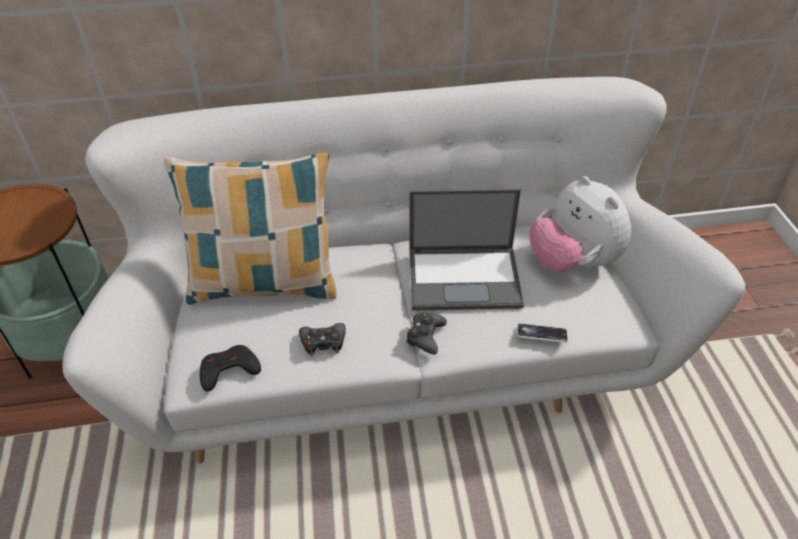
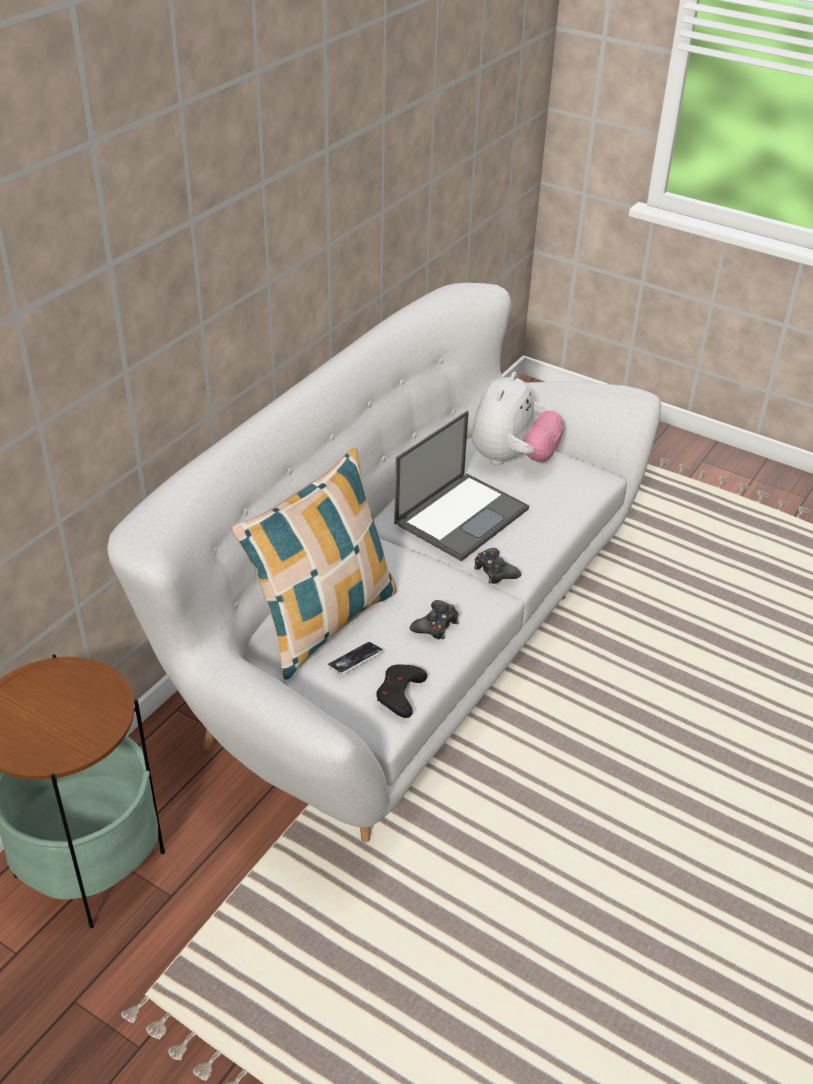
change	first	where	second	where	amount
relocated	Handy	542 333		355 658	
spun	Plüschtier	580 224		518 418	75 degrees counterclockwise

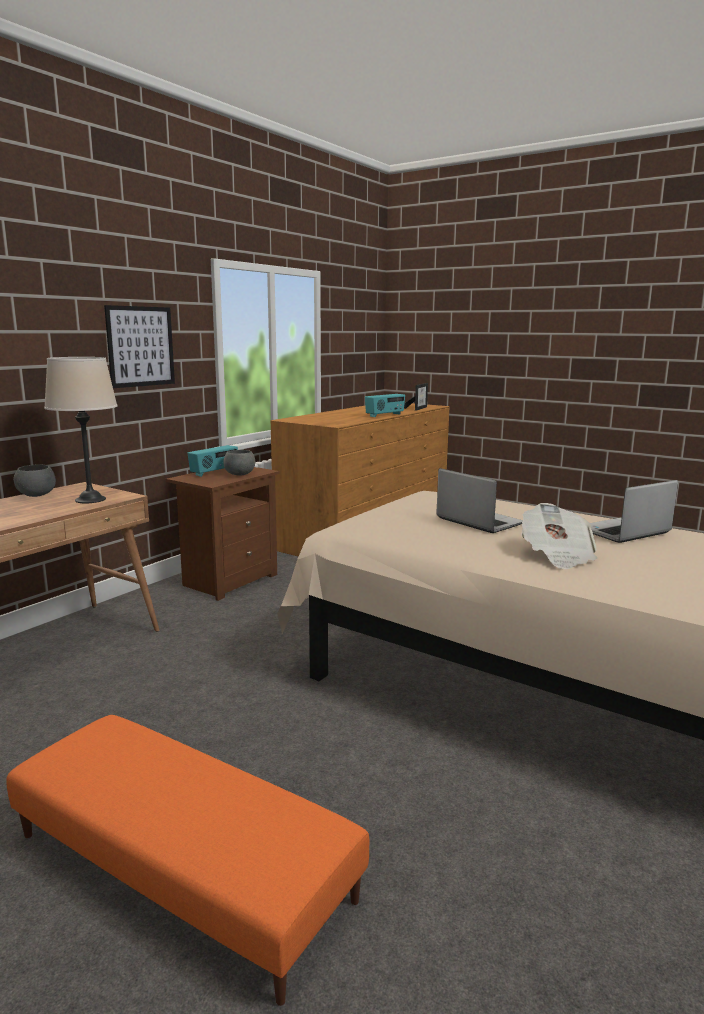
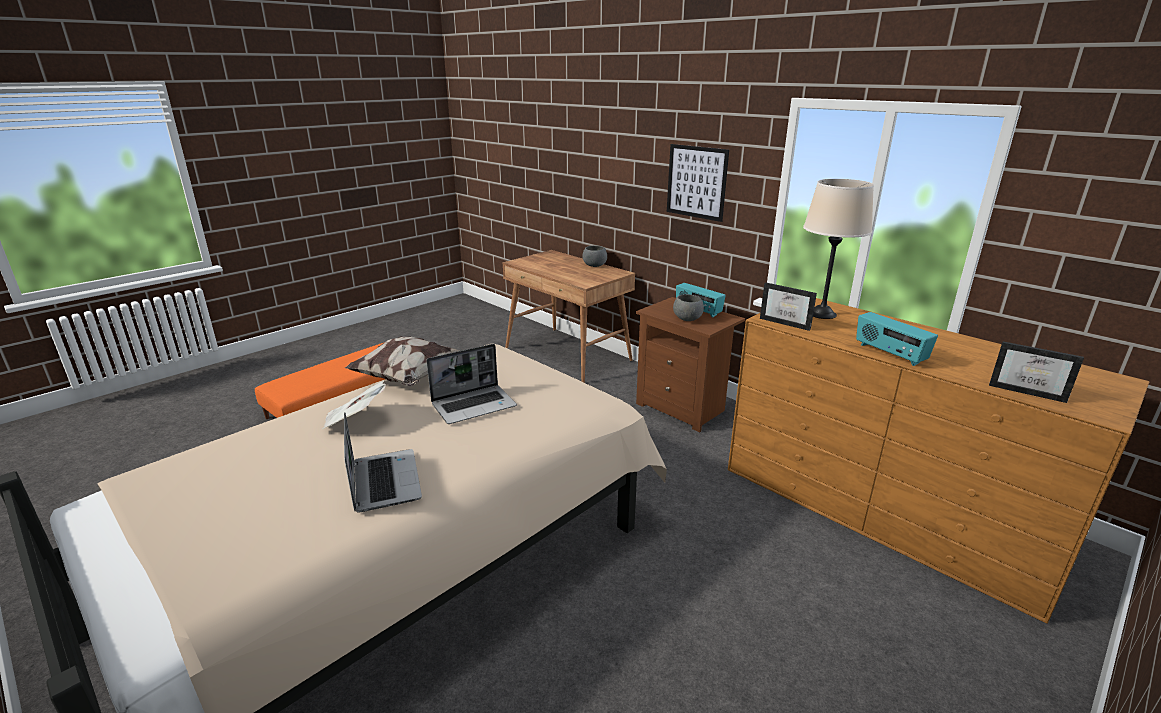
change	first	where	second	where	amount
appeared			Kissen	402 361	
appeared			Bilderrahmen	788 306	
relocated	Tischlampe/beige	81 430		838 249	

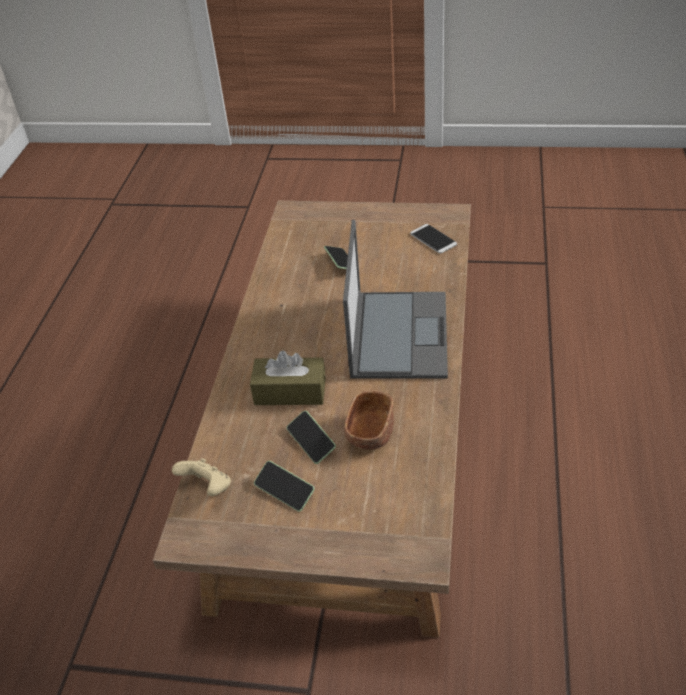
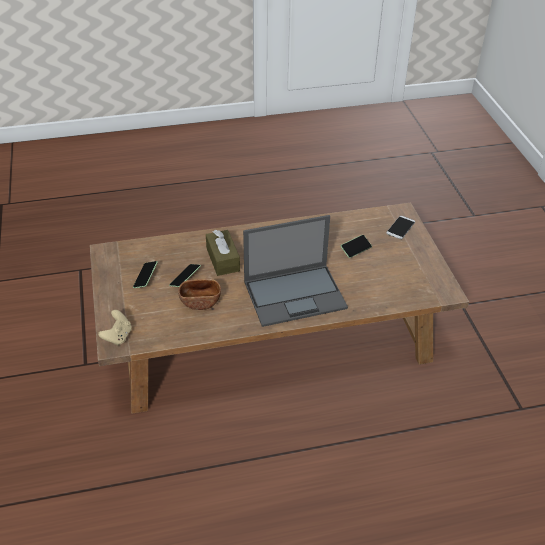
change	first	where	second	where	amount
relocated	Gamepad/beige	201 477		115 328	
relocated	Handy	433 239		400 227	

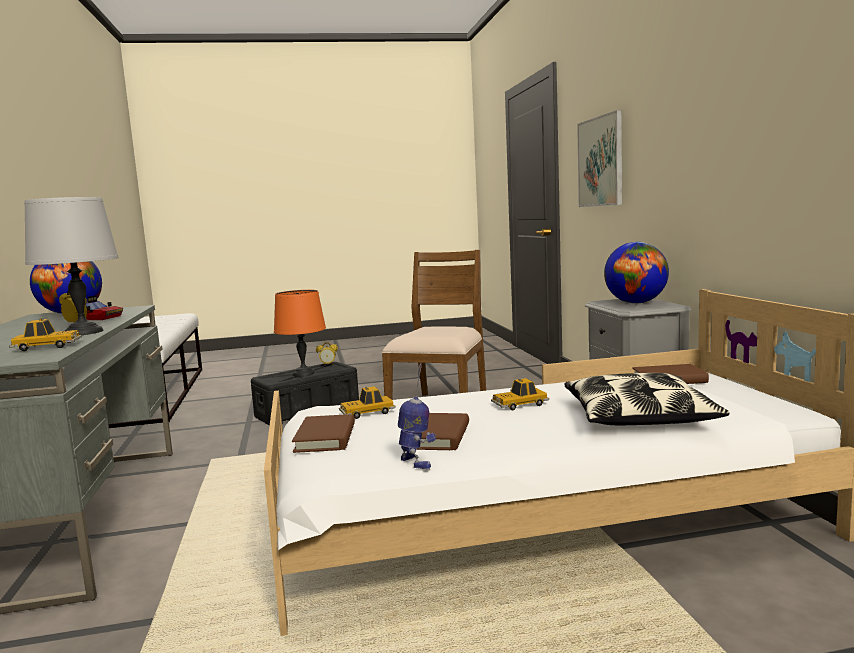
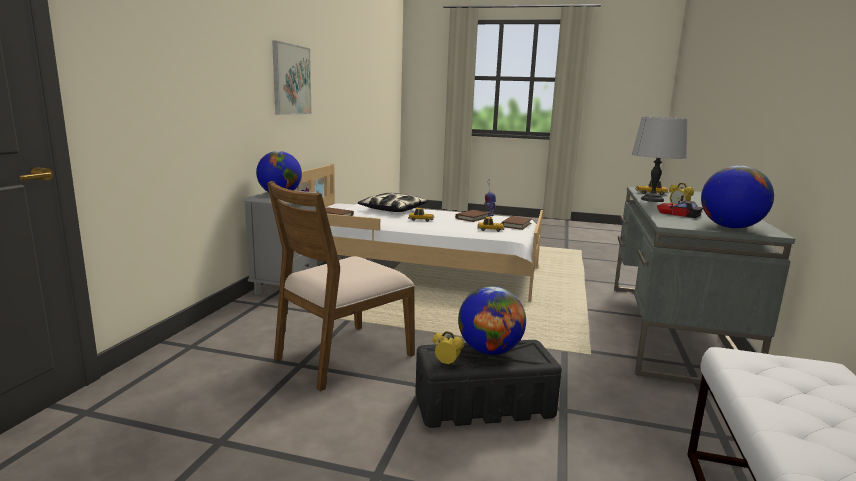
change	first	where	second	where	amount
relocated	Bild	599 158		292 77	
exchanged	Tischlampe/orange	300 333	Globus	492 320	

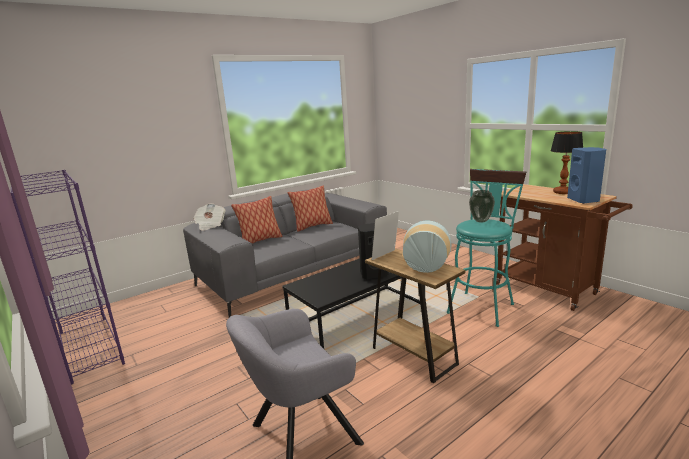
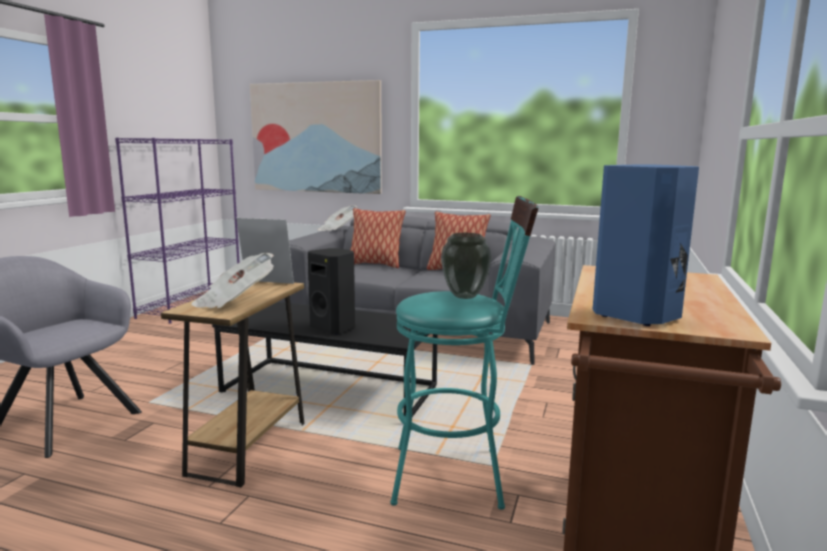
change	first	where	second	where	amount
missing	Tischlampe	566 162			
appeared			Bild	316 137	
exchanged	Vase	427 247	Zeitung	233 280	

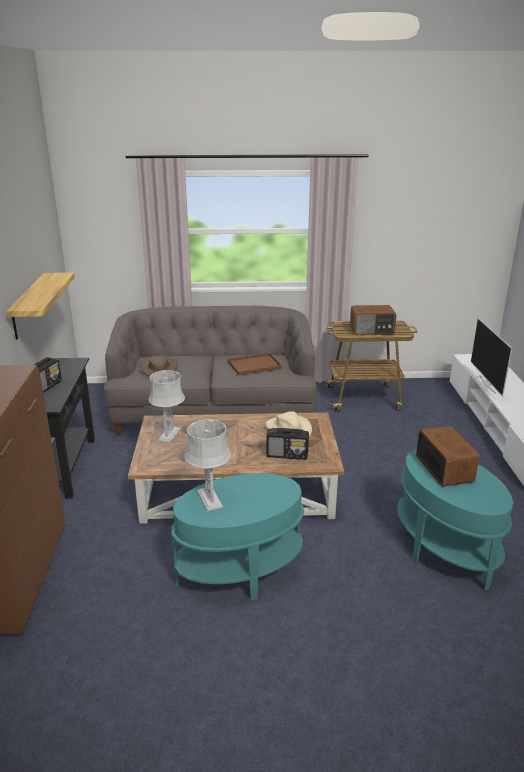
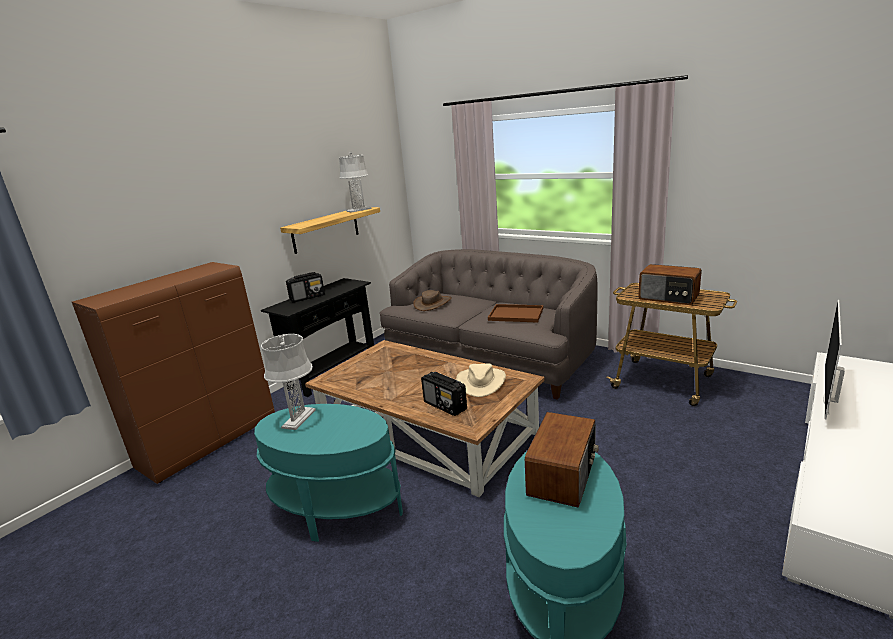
change	first	where	second	where	amount
relocated	Tischlampe/grau	167 406		355 182	

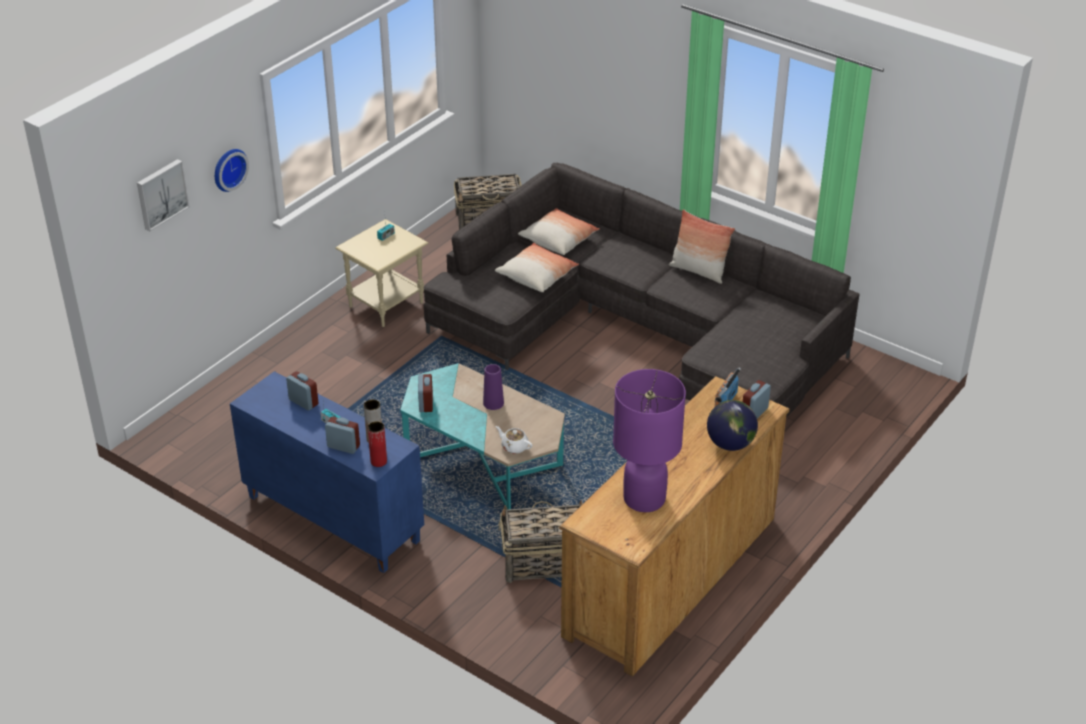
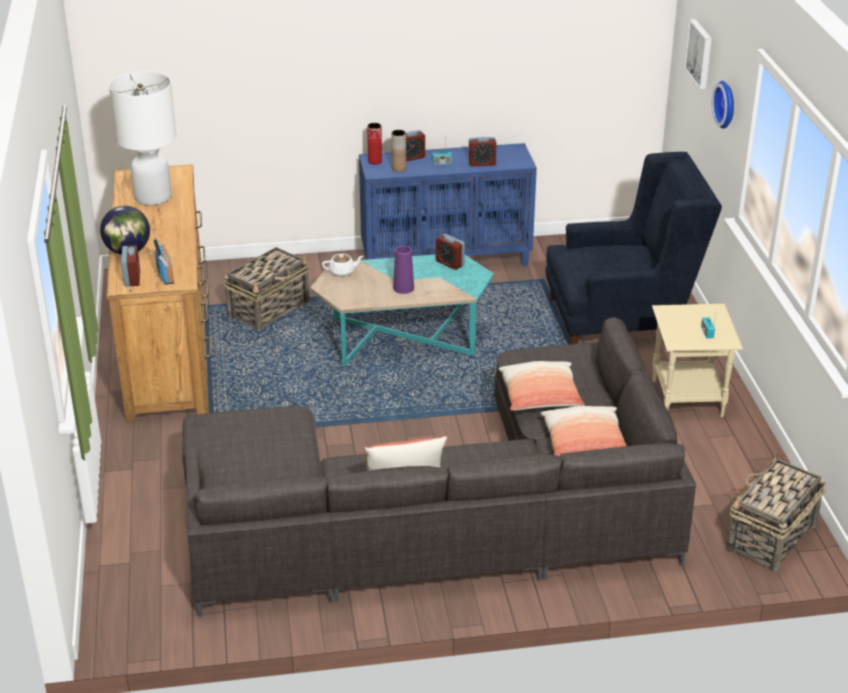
change	first	where	second	where	amount
appeared			Sessel/blau	634 248	
colour	Tischlampe/lila	649 440	Tischlampe/weiß	143 138	

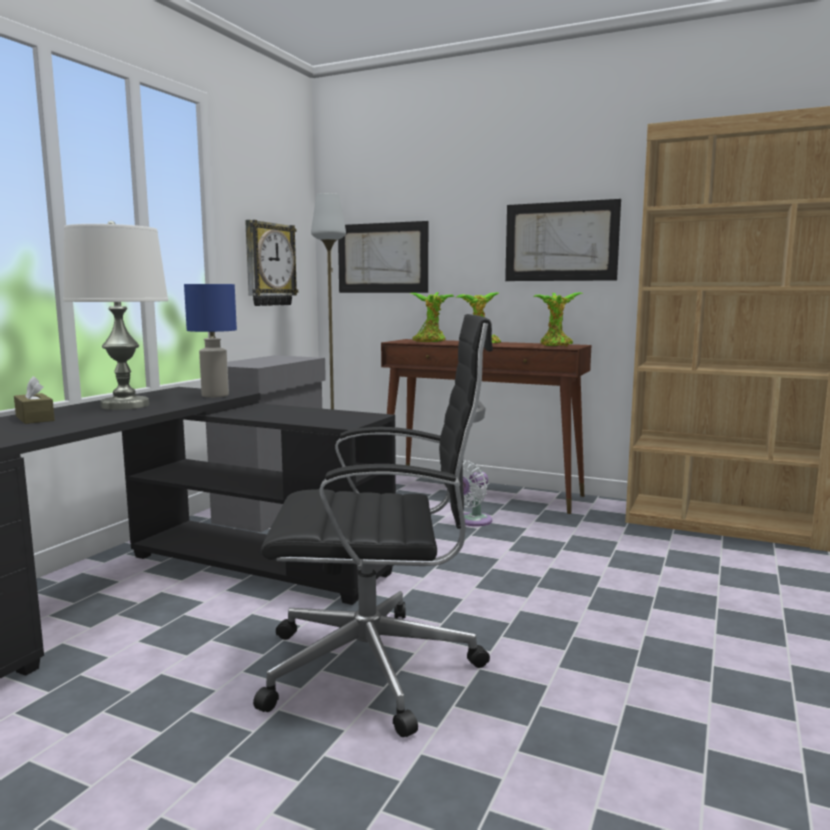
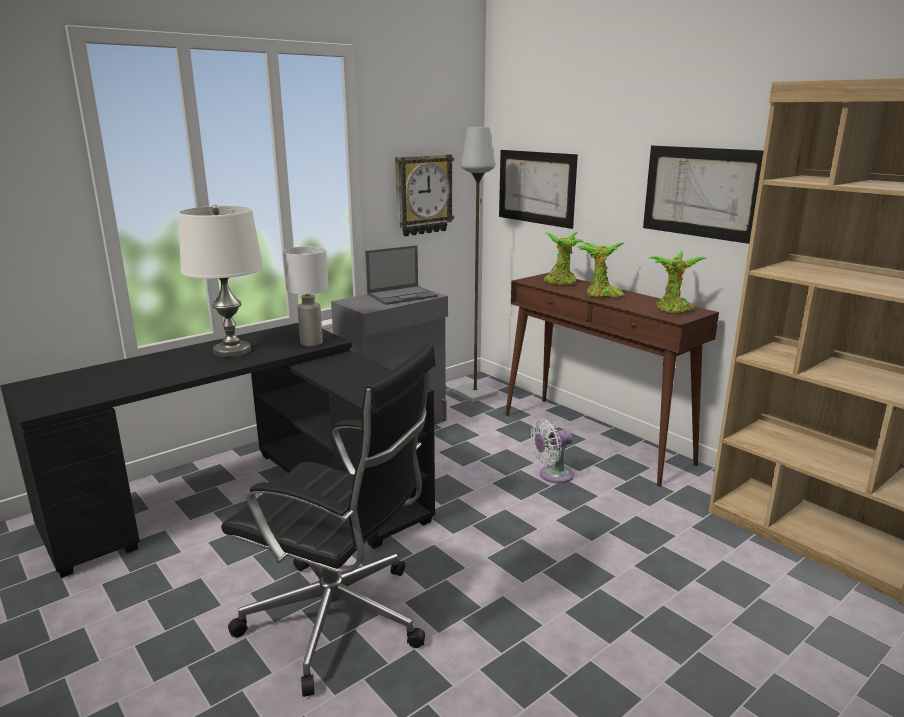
change	first	where	second	where	amount
missing	Taschentuchbox/braun	34 400			
appeared			Laptop	401 275	
colour	Tischlampe/blau	210 341	Tischlampe/weiß	306 296	

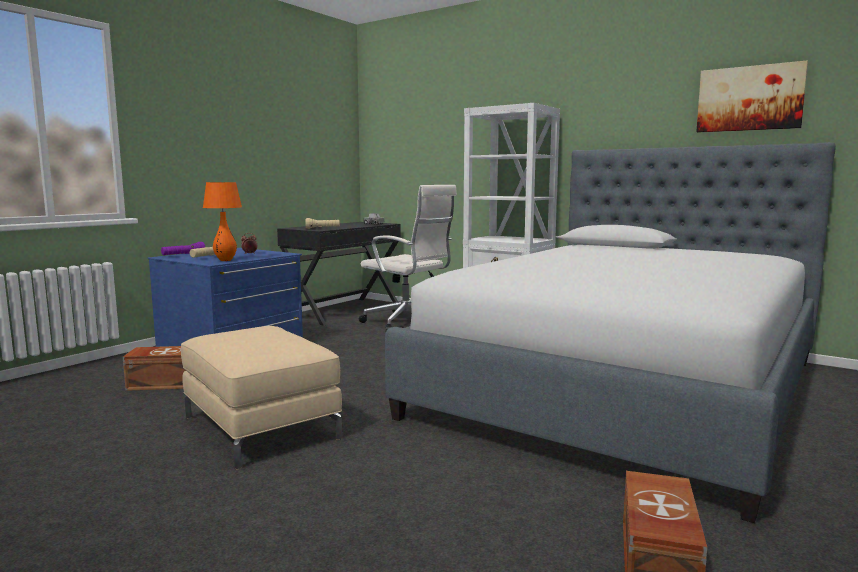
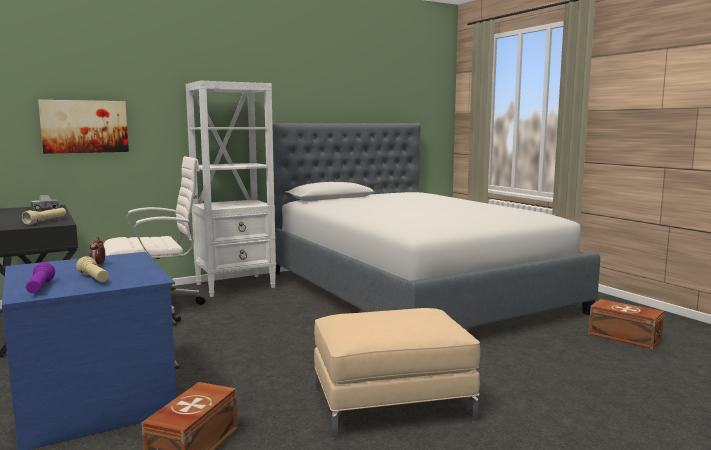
change	first	where	second	where	amount
missing	Tischlampe/orange	222 221			
relocated	Bild	752 96		83 127	

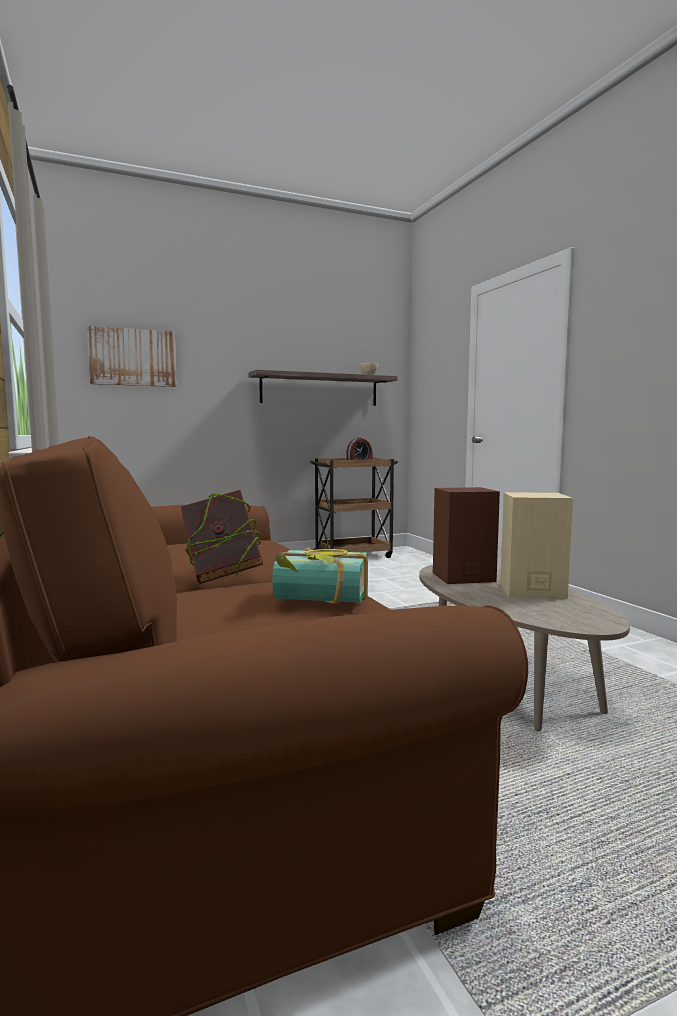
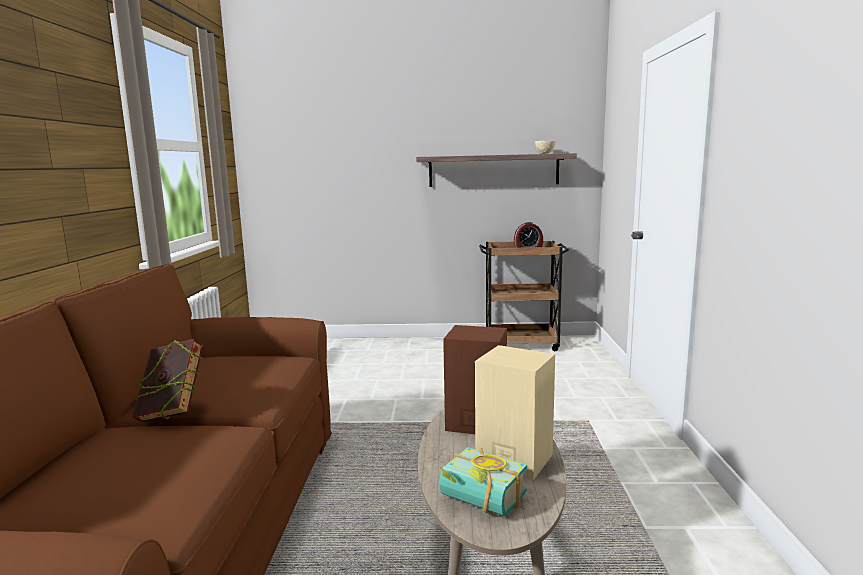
change	first	where	second	where	amount
missing	Bild	132 356			
relocated	Buch	320 575		483 481	

